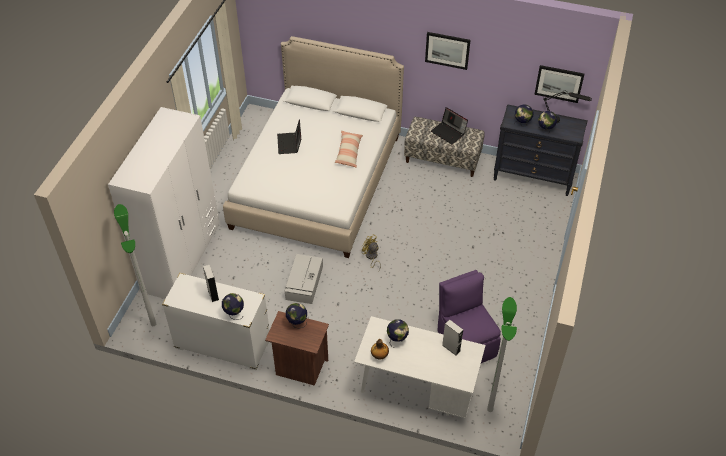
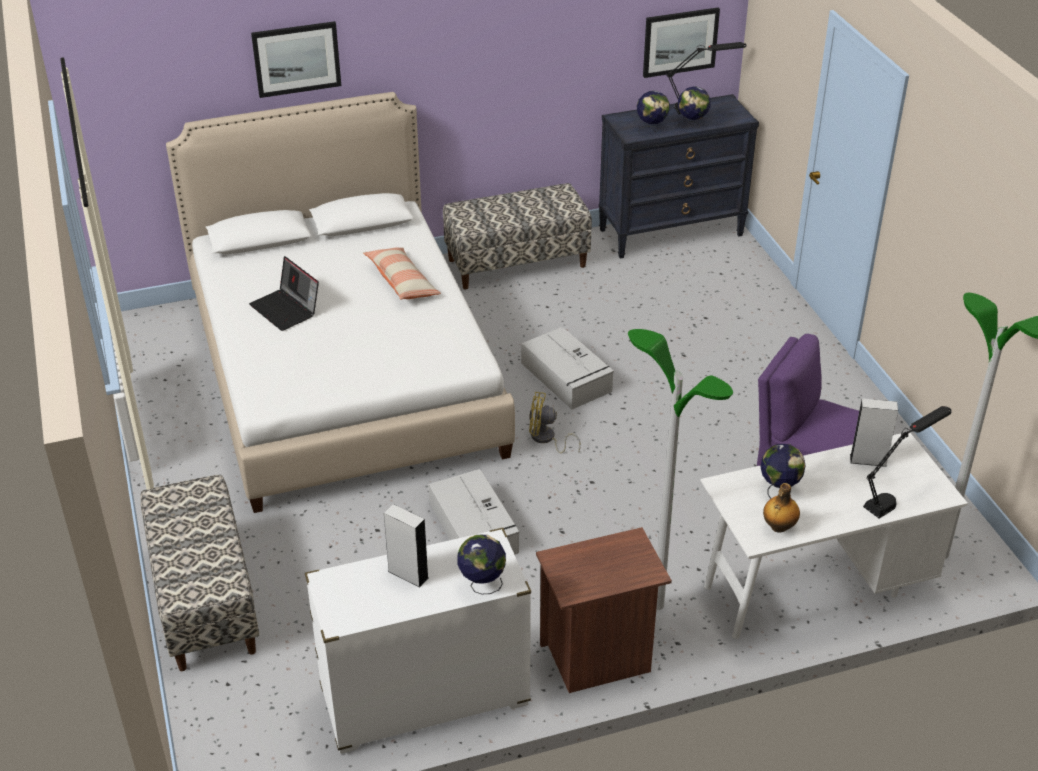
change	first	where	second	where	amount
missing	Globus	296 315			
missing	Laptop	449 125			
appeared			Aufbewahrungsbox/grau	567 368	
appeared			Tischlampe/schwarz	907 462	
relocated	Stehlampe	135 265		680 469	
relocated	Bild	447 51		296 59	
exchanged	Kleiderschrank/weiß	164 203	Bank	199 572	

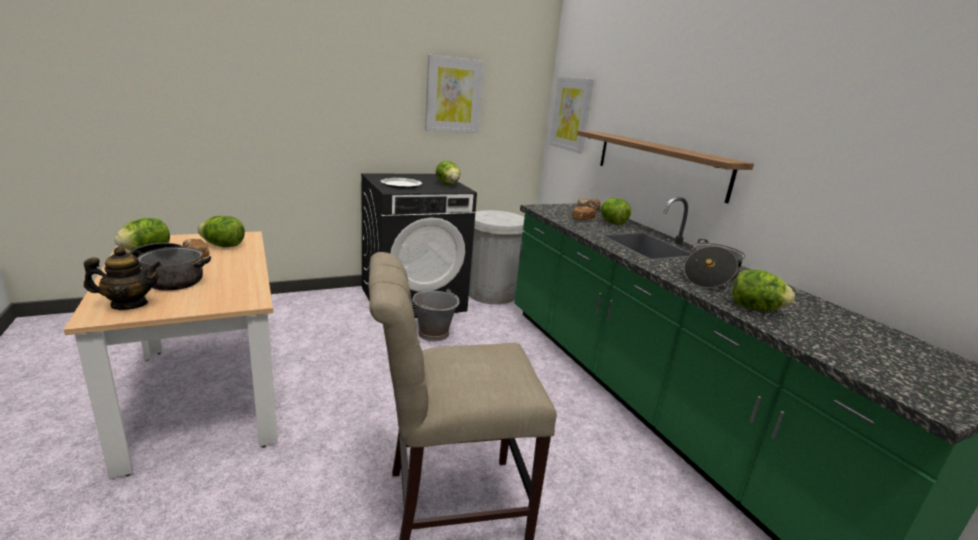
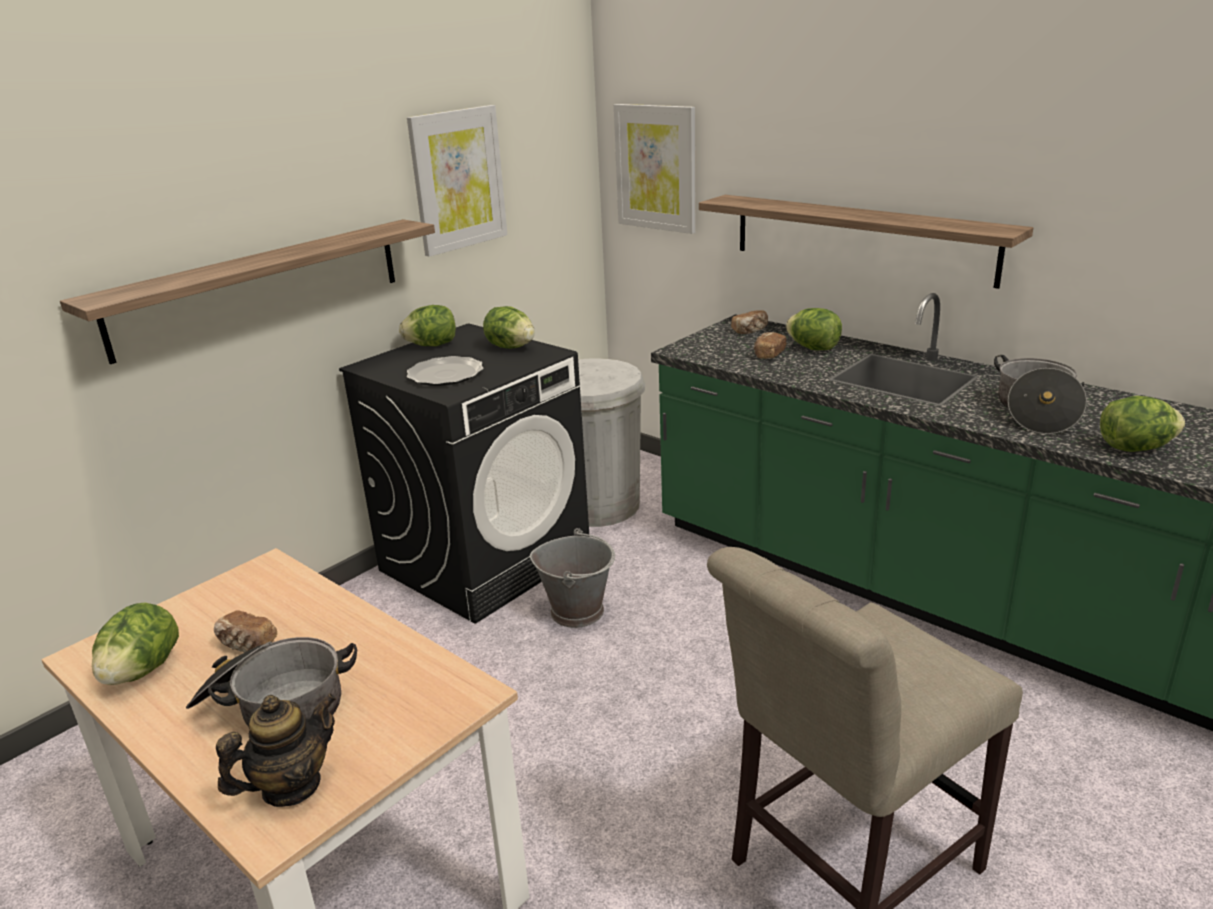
change	first	where	second	where	amount
appeared			Wandregal	247 291	
relocated	Salatkopf	221 231		427 325	

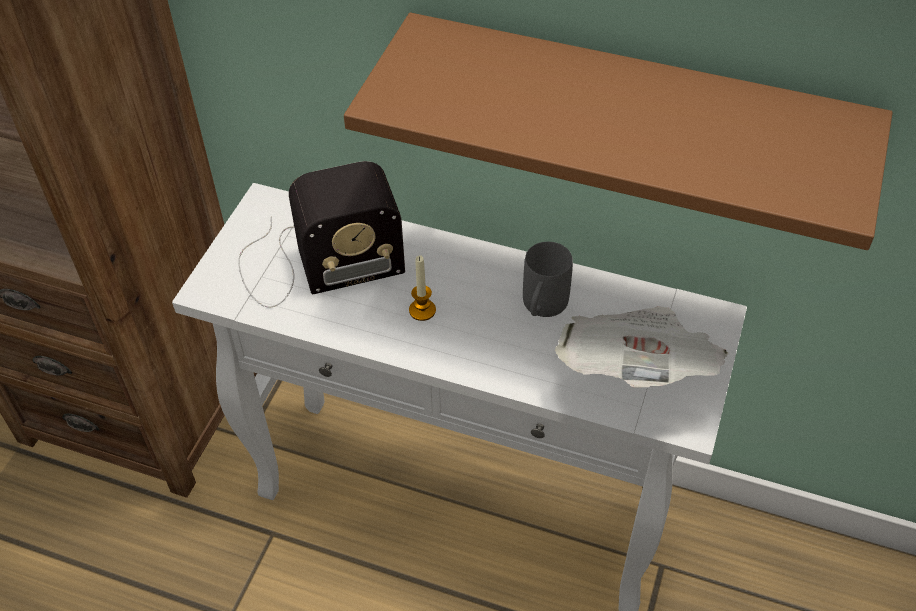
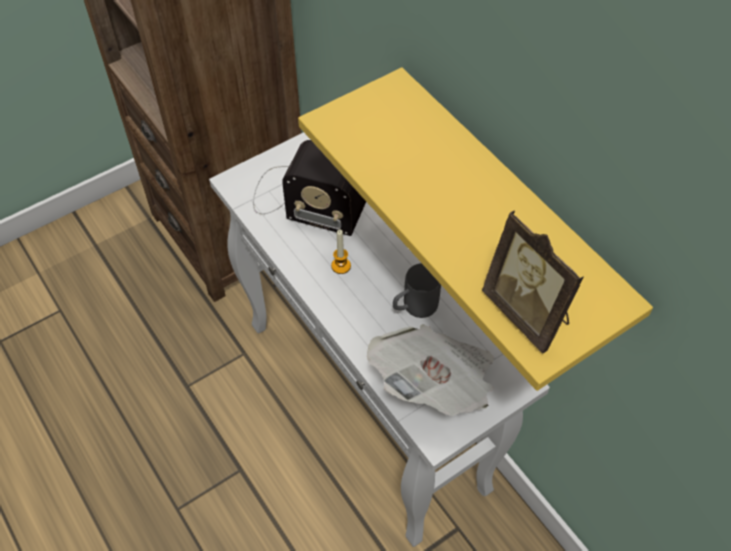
change	first	where	second	where	amount
appeared			Bilderrahmen	532 282	
colour	Wandregal/braun	618 131	Wandregal/gelb	475 229	

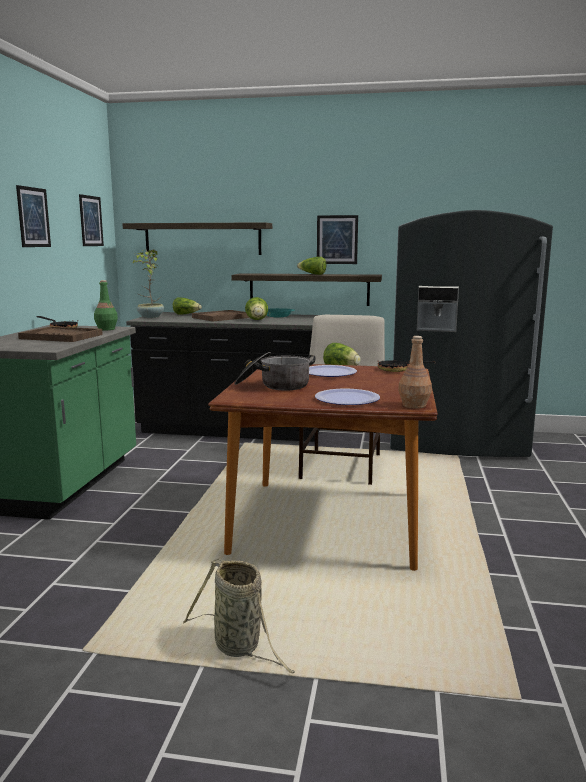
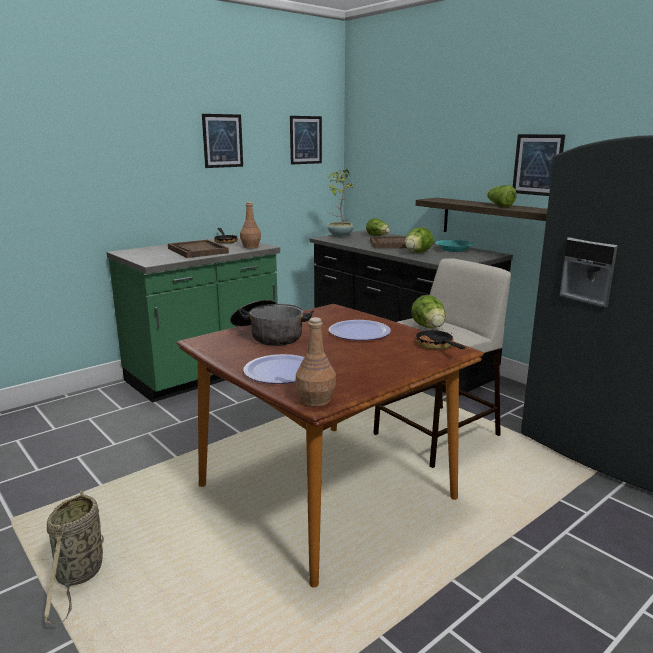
change	first	where	second	where	amount
missing	Wandregal	197 238			
colour	Flasche/grün	106 305	Flasche/braun	250 225	

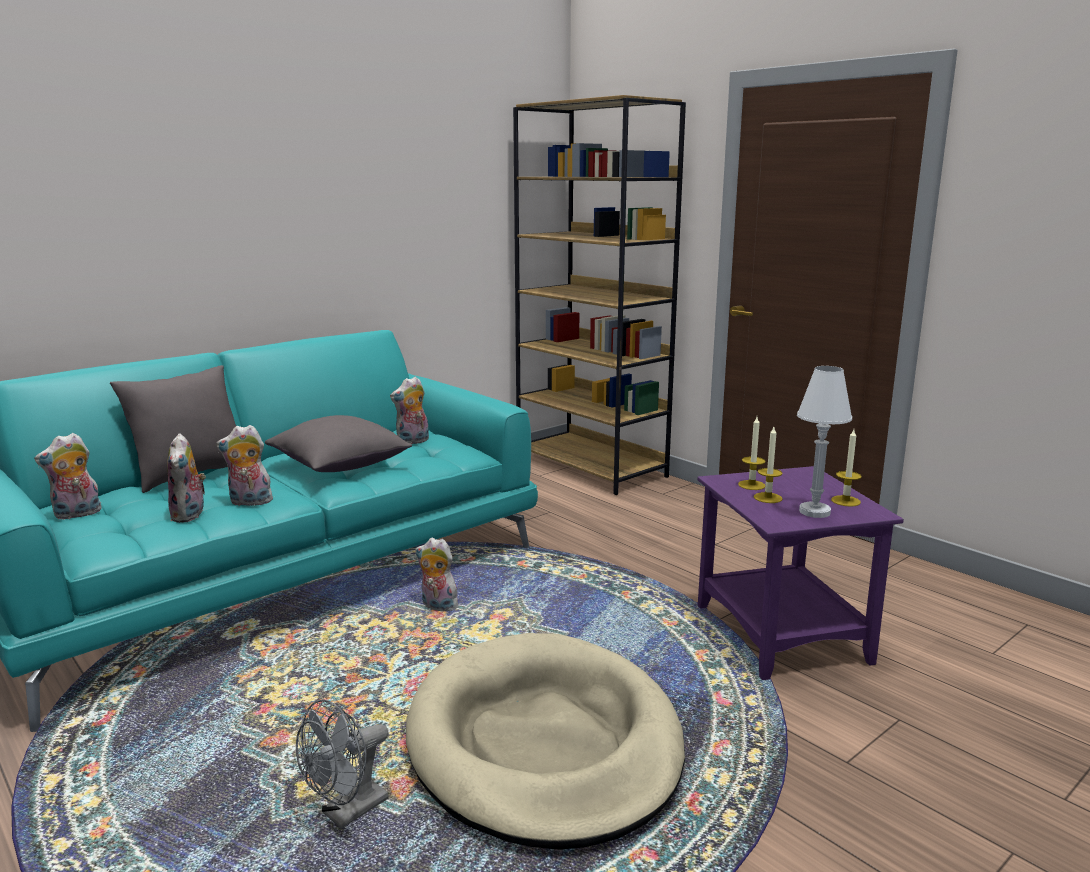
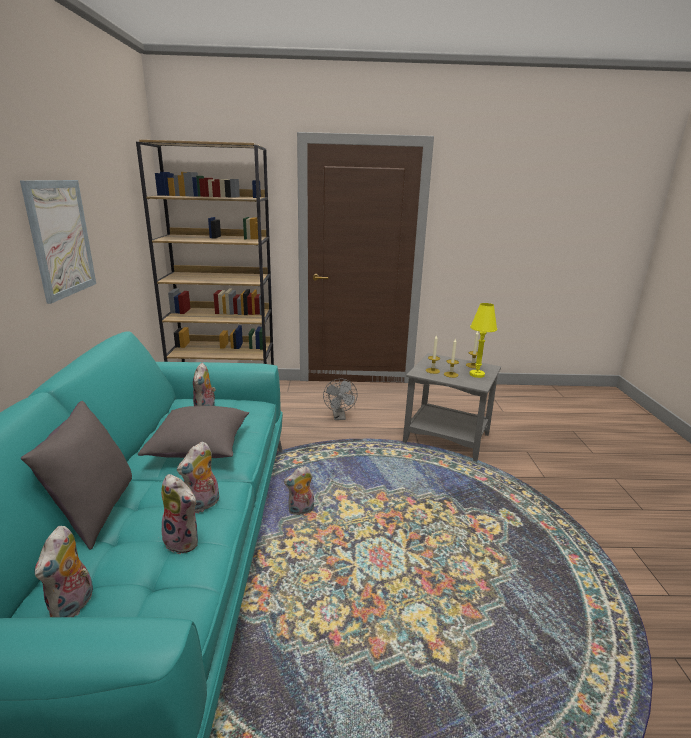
change	first	where	second	where	amount
missing	Hundebett/beige	545 741			
appeared			Bild	58 242	
relocated	Ventilator/grau	342 764		340 399	
colour	Beistelltisch/lila	800 573	Beistelltisch/grau	452 407	
colour	Tischlampe/weiß	824 442	Tischlampe/gelb	483 340	

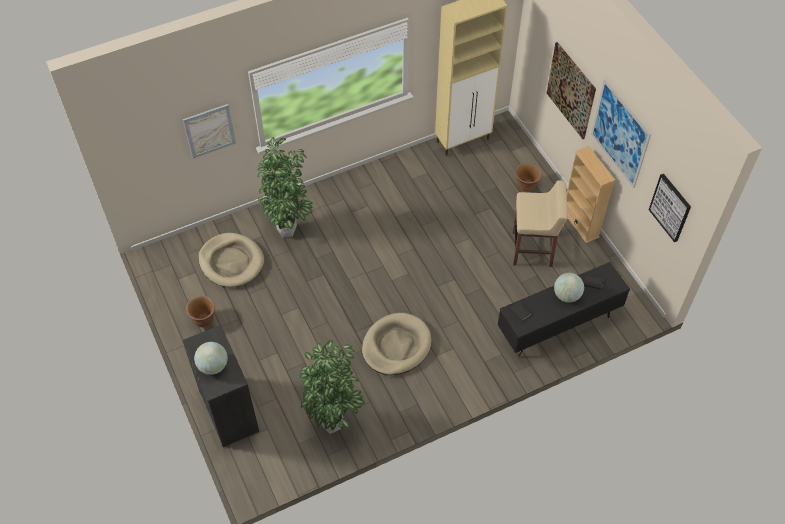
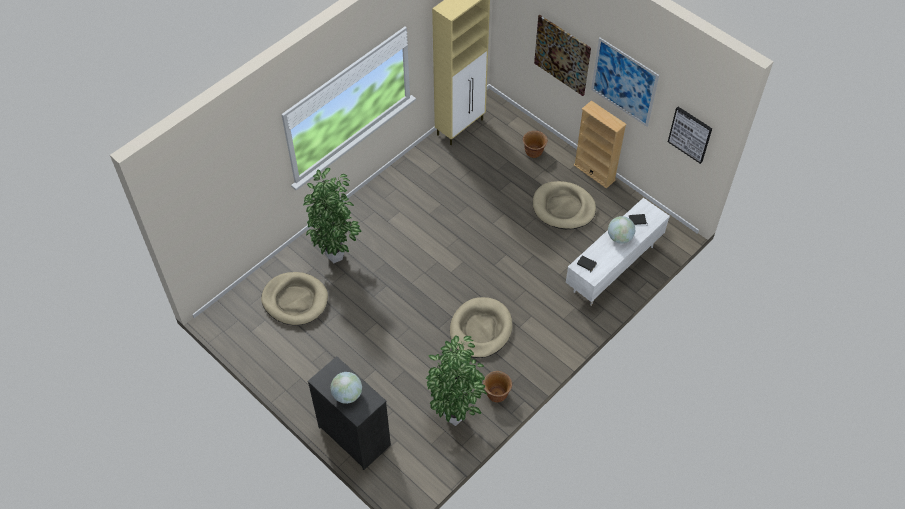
change	first	where	second	where	amount
missing	Bild	209 131			
relocated	Pflanzkübel/braun	200 311		497 386	
exchanged	Hocker/beige	540 223	Hundebett/beige	564 205	
colour	Fernsehschrank/schwarz	564 309	Fernsehschrank/weiß	618 252	

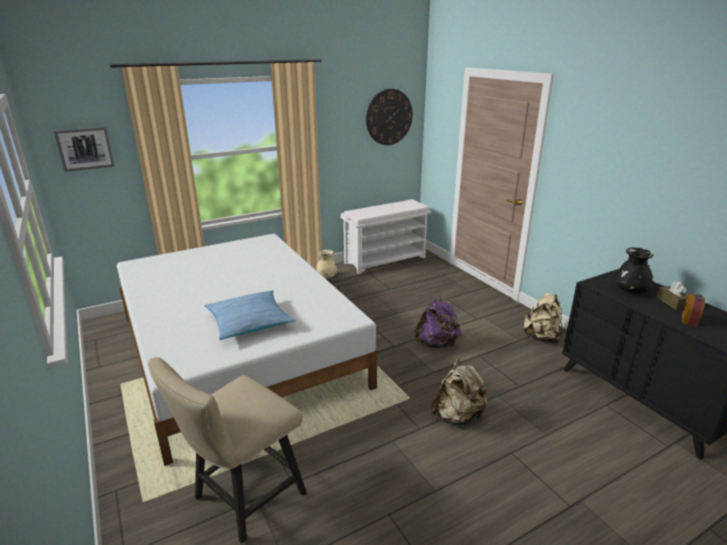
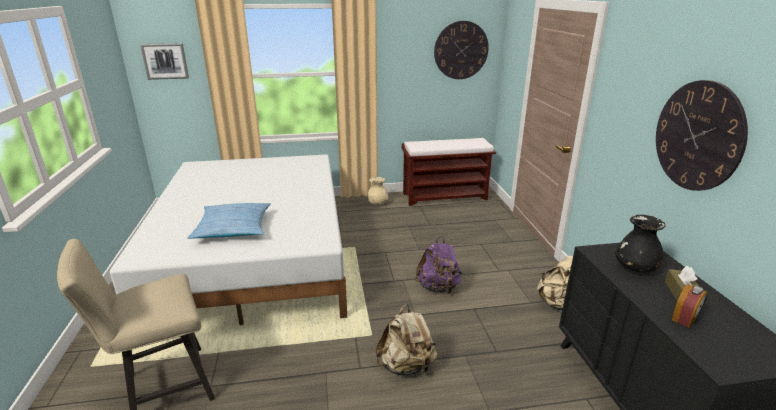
change	first	where	second	where	amount
appeared			Wanduhr	702 135	
colour	Bank/weiß	386 236	Bank/braun	448 172	

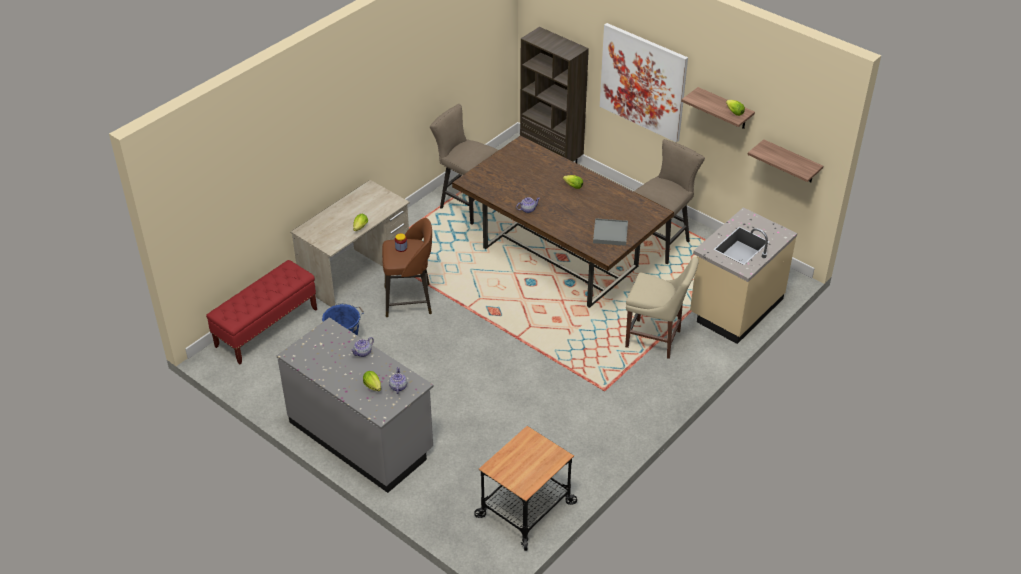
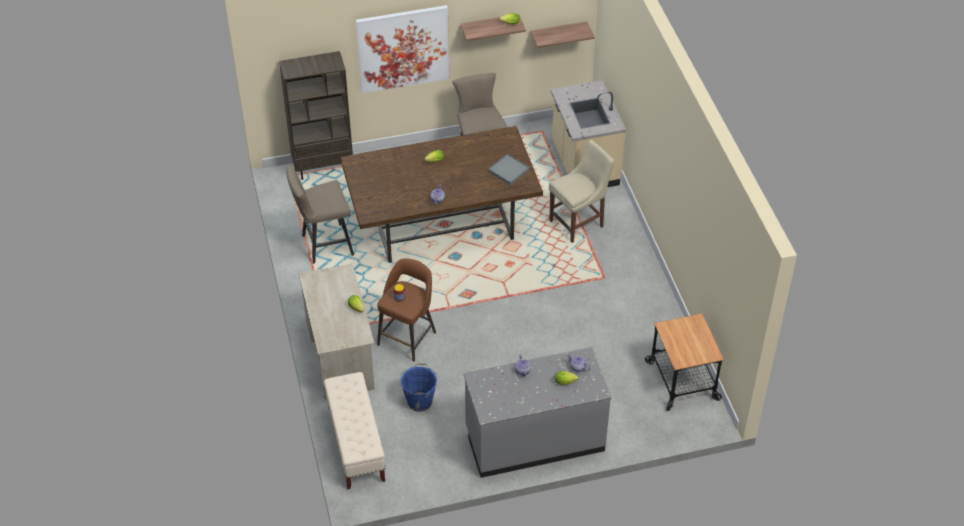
change	first	where	second	where	amount
colour	Bank/rot	261 312	Bank/beige	354 430	

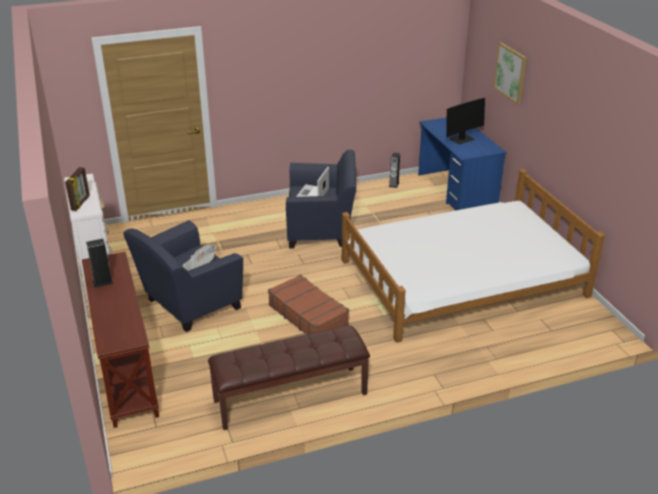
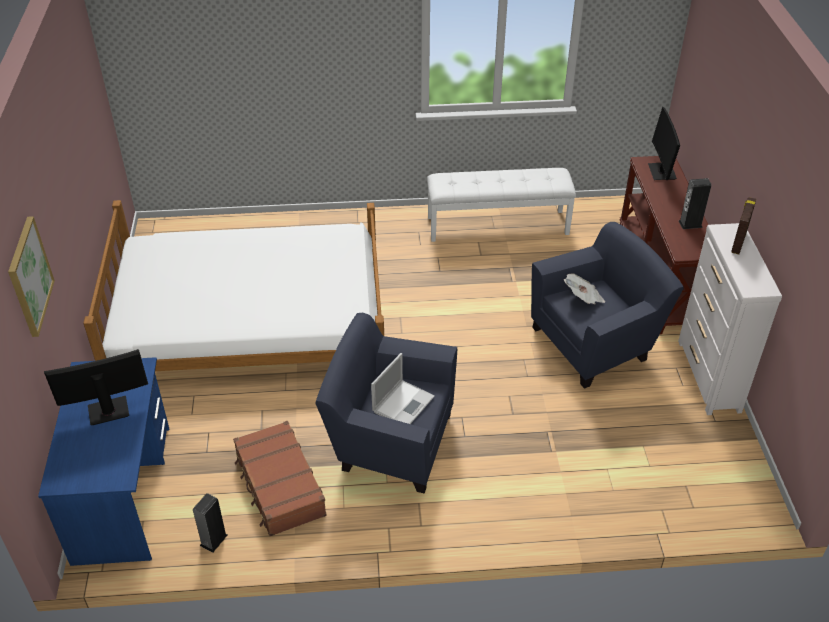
change	first	where	second	where	amount
appeared			Monitor	664 143	
relocated	Koffer/braun	308 304		280 478	
colour	Bank/braun	289 377	Bank/weiß	501 205	

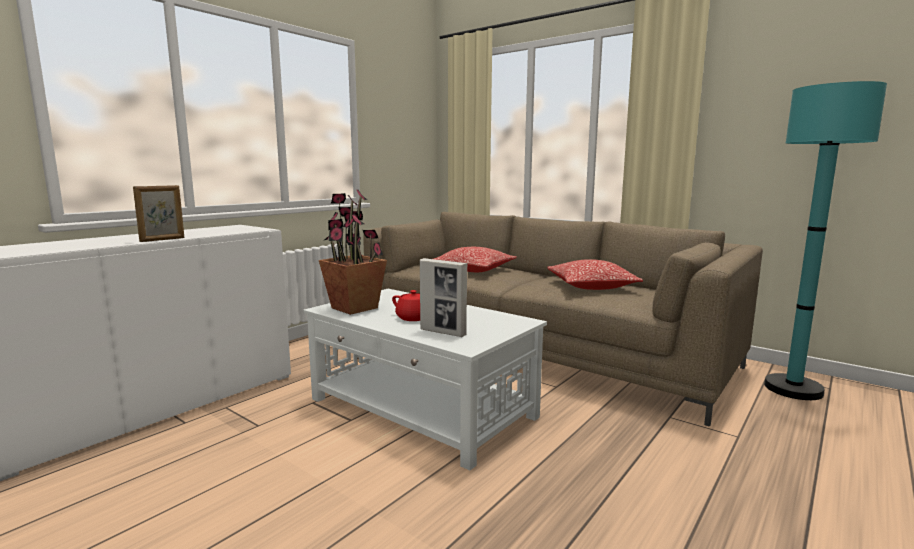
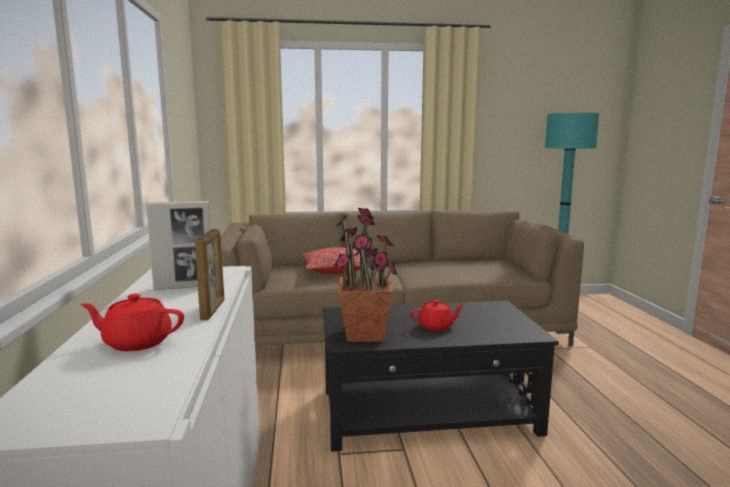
change	first	where	second	where	amount
missing	Kissen	595 274			
appeared			Teekanne/rot	132 322	
relocated	Bilderrahmen	444 297		178 245	
colour	Couchtisch/weiß	425 379	Couchtisch/schwarz	440 376	

